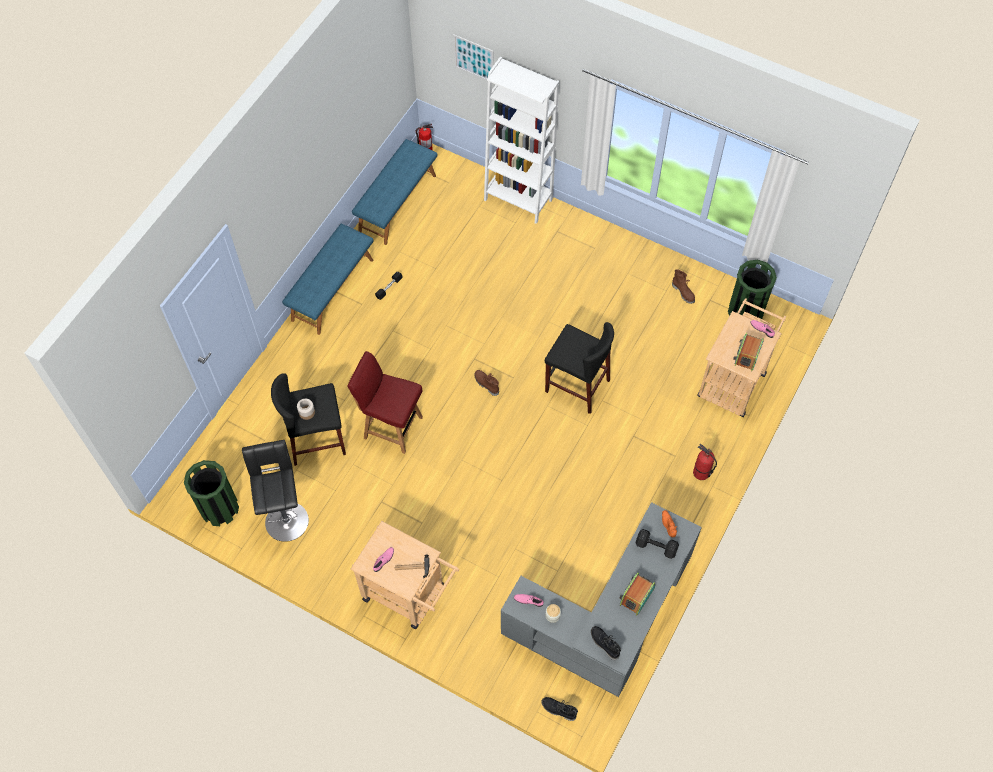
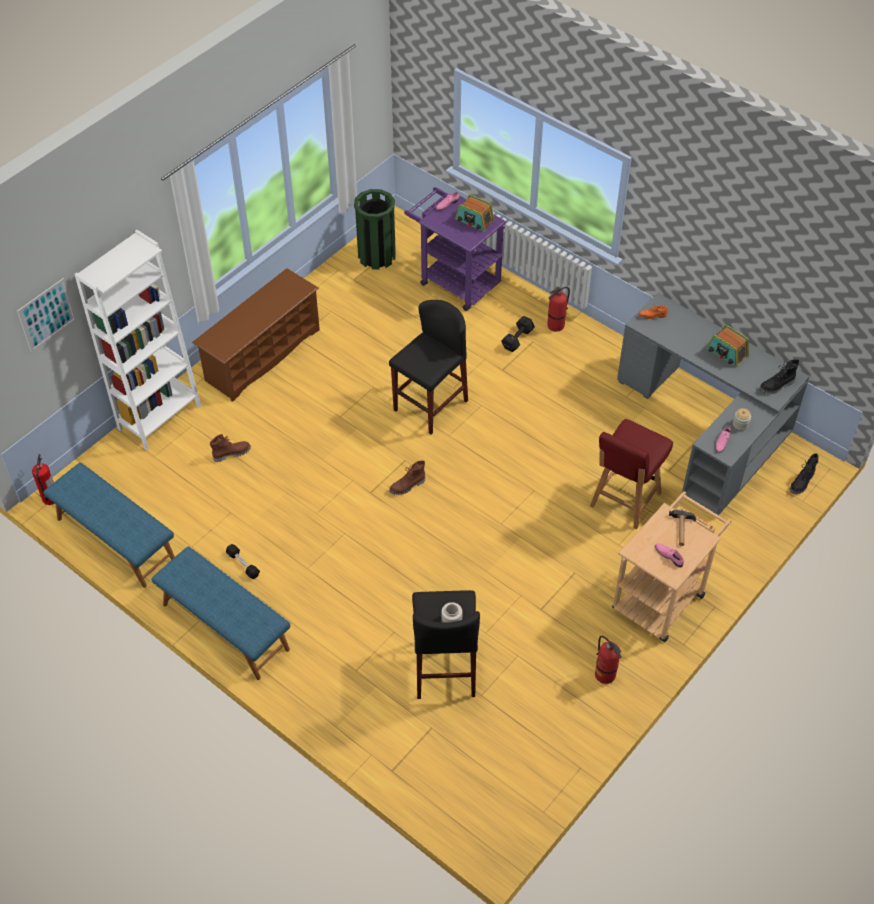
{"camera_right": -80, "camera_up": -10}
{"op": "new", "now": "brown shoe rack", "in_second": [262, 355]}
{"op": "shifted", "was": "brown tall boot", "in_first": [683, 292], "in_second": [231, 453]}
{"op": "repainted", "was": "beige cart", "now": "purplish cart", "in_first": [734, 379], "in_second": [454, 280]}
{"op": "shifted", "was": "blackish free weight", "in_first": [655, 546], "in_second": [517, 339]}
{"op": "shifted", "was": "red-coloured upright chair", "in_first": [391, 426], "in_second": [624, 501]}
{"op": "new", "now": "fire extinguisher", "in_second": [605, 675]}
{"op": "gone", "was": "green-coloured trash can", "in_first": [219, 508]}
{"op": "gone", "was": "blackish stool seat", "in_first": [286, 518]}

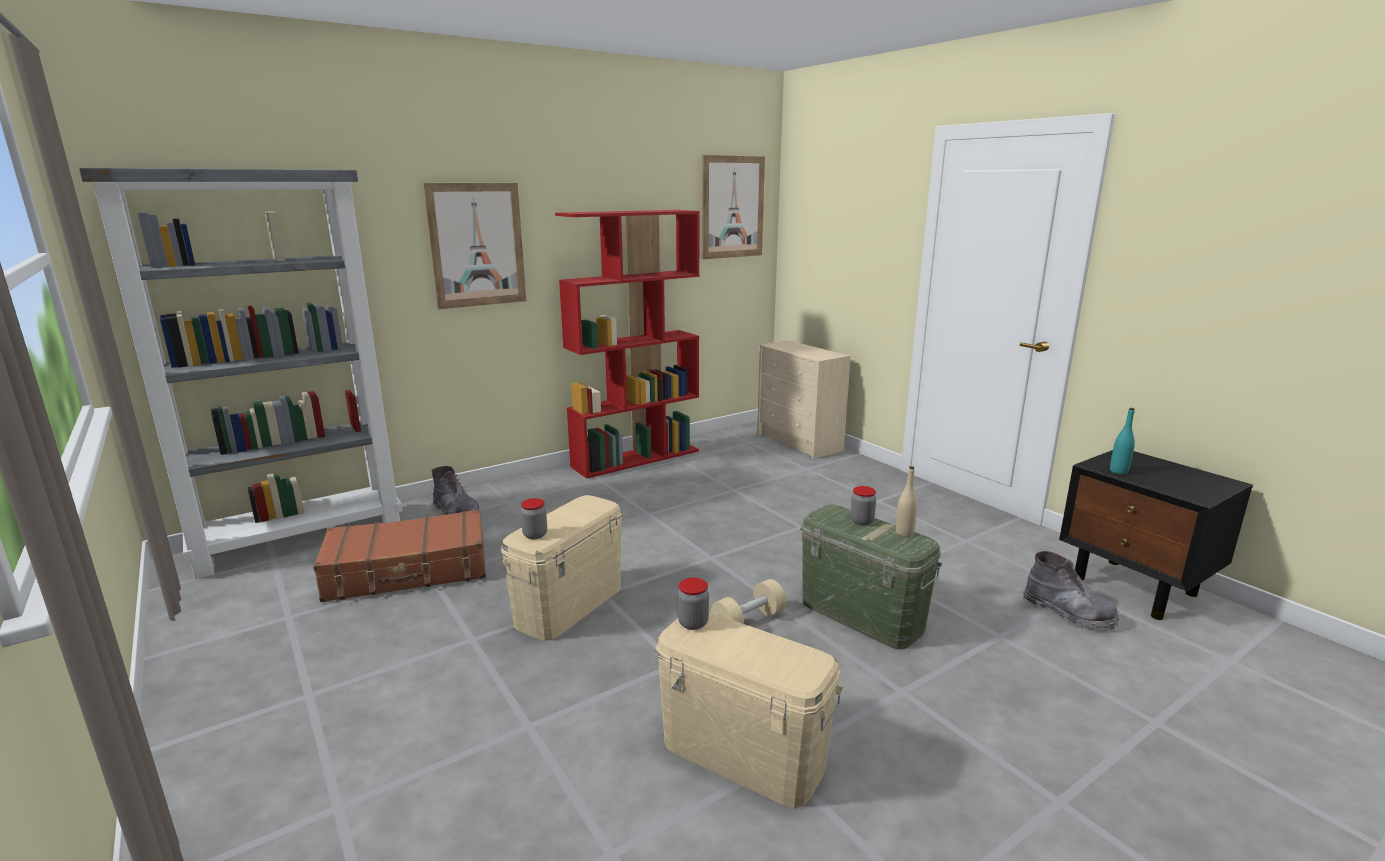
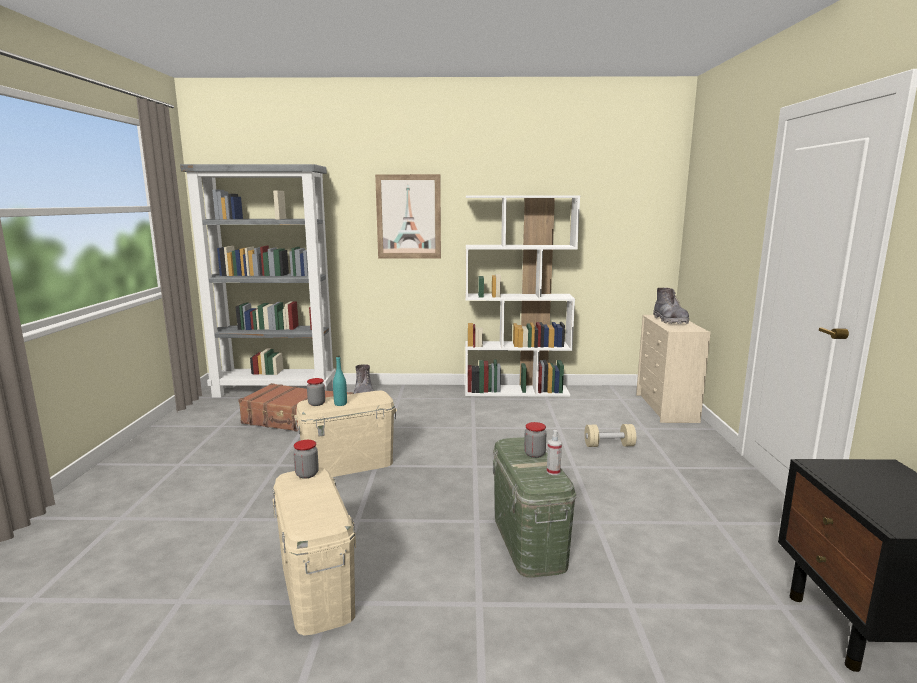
{"camera_right": 35, "camera_up": -5}
{"op": "shifted", "was": "turquoise-coloured drink bottle", "in_first": [1118, 471], "in_second": [340, 404]}
{"op": "repainted", "was": "red-coloured bookshelf", "now": "whitish bookshelf", "in_first": [636, 458], "in_second": [516, 391]}
{"op": "swapped", "was": "beige drink bottle", "now": "spray bottle", "in_first": [904, 533], "in_second": [553, 472]}
{"op": "shifted", "was": "beige free weight", "in_first": [748, 621], "in_second": [609, 445]}
{"op": "shifted", "was": "grey tall boot", "in_first": [1068, 613], "in_second": [670, 321]}
{"op": "gone", "was": "wall picture", "in_first": [732, 207]}

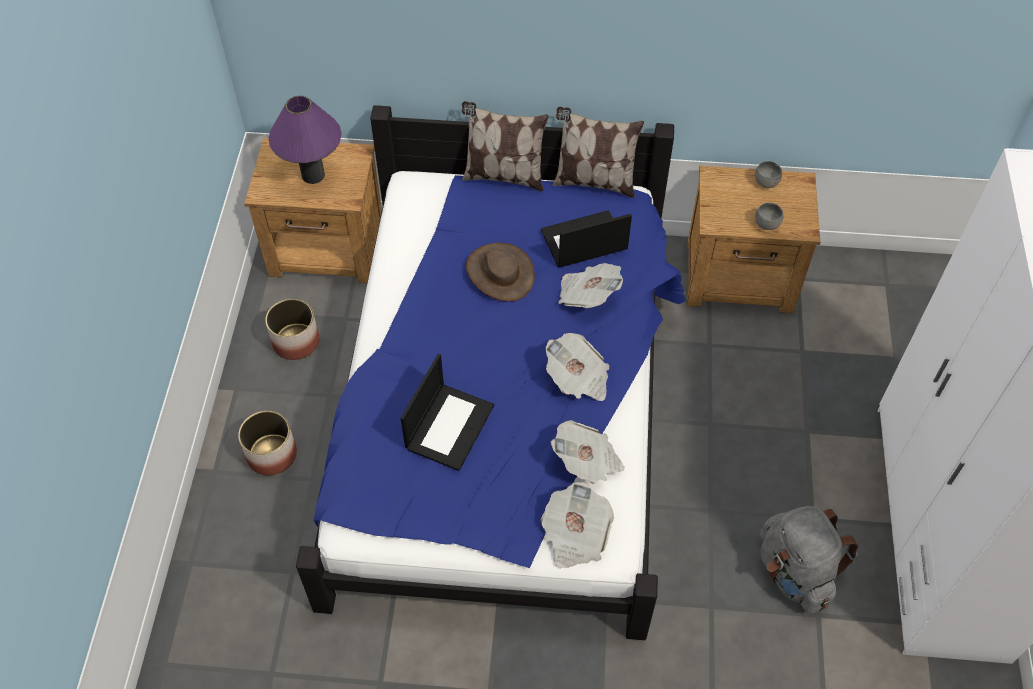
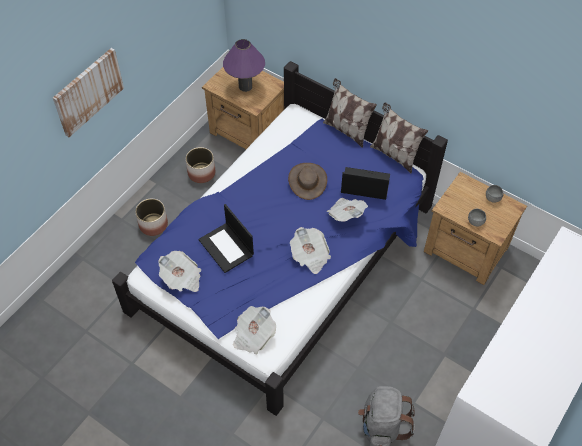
{"camera_right": 30, "camera_up": 0}
{"op": "new", "now": "wall picture", "in_second": [88, 91]}
{"op": "shifted", "was": "newspaper", "in_first": [587, 462], "in_second": [182, 278]}
{"op": "rotated", "was": "notebook computer", "in_first": [449, 426], "in_second": [227, 247], "clockwise": 90}

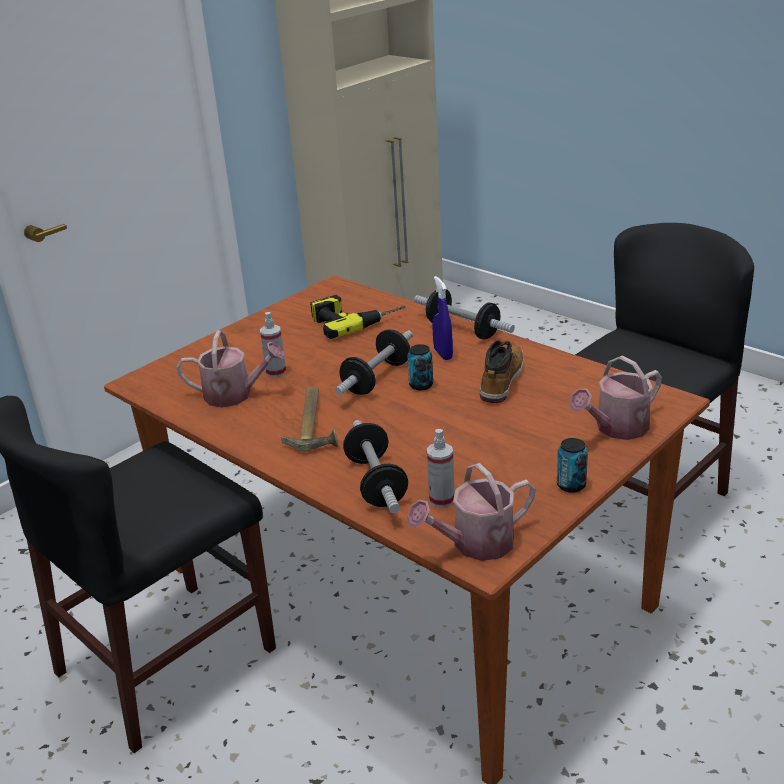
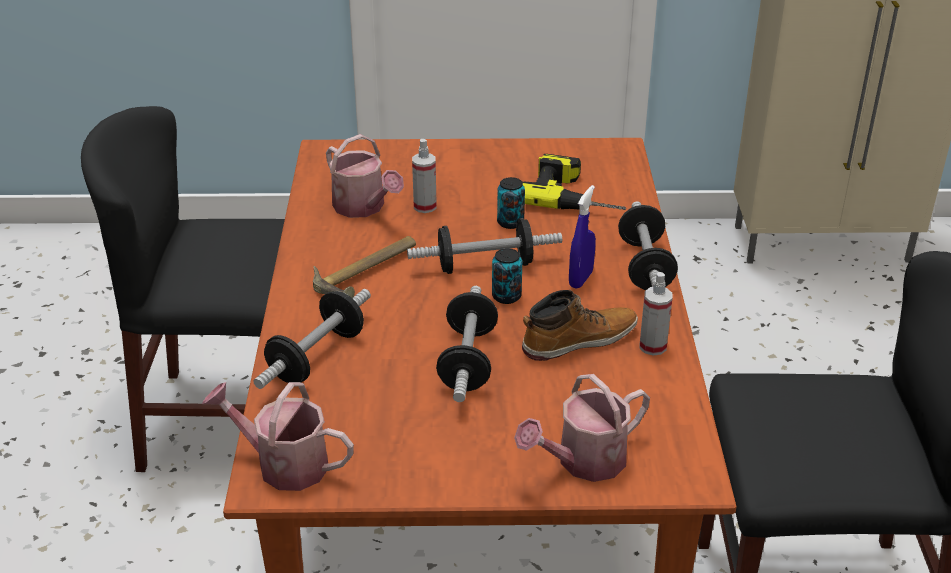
{"camera_right": 45, "camera_up": 5}
{"op": "new", "now": "free weight", "in_second": [468, 361]}
{"op": "shifted", "was": "sealed can", "in_first": [571, 485], "in_second": [510, 222]}
{"op": "rotated", "was": "sprinkling can", "in_first": [616, 428], "in_second": [583, 462], "clockwise": -45}
{"op": "shifted", "was": "spray bottle", "in_first": [441, 499], "in_second": [652, 346]}

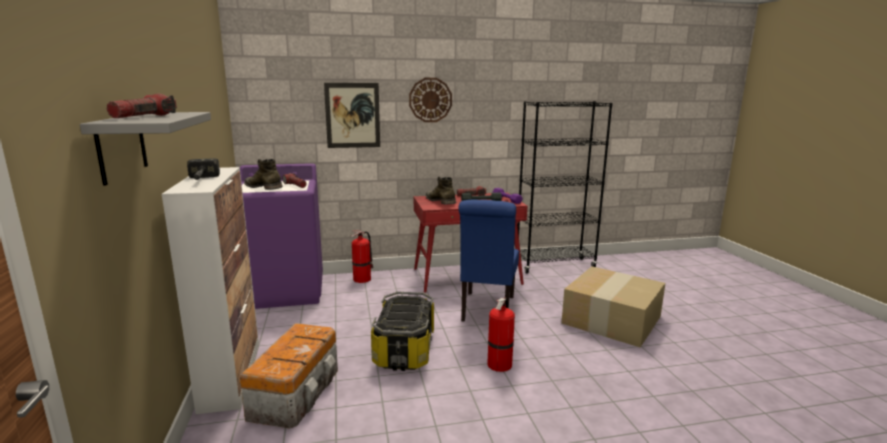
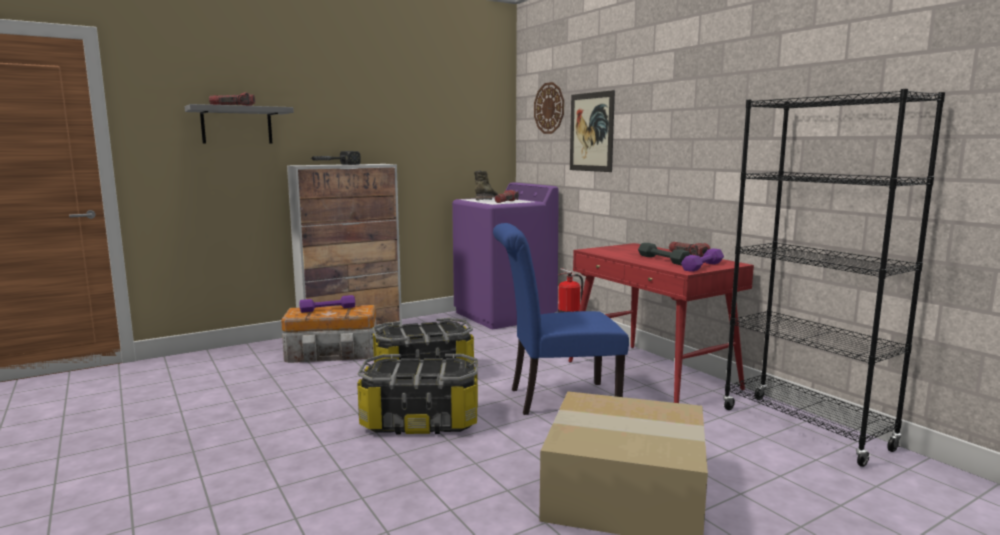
{"camera_right": 70, "camera_up": -5}
{"op": "new", "now": "purplish free weight", "in_second": [328, 309]}
{"op": "swapped", "was": "fire extinguisher", "now": "storage box", "in_first": [500, 363], "in_second": [421, 421]}
{"op": "shifted", "was": "hanging clock", "in_first": [430, 100], "in_second": [549, 108]}
{"op": "gone", "was": "green-coloured tall boot", "in_first": [440, 201]}

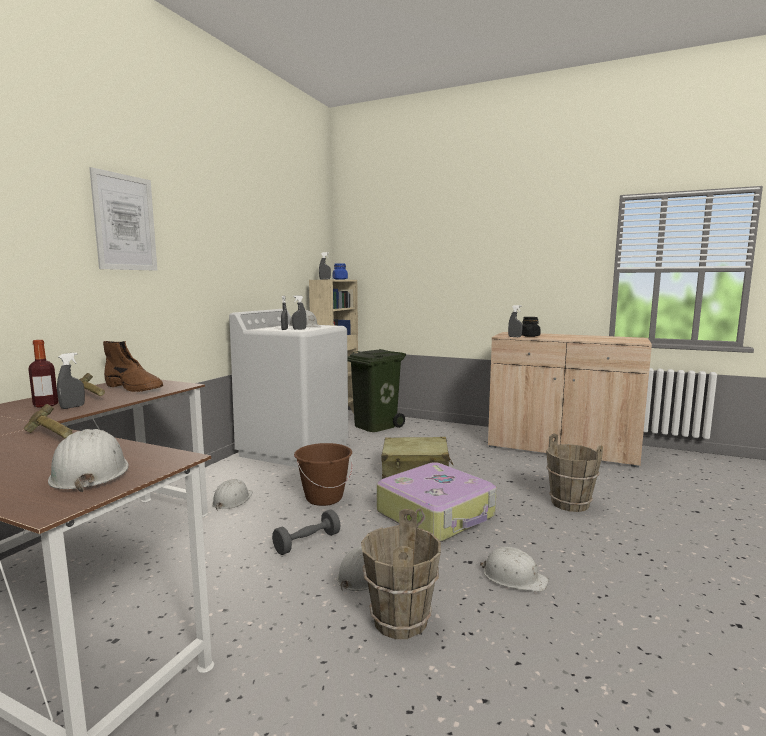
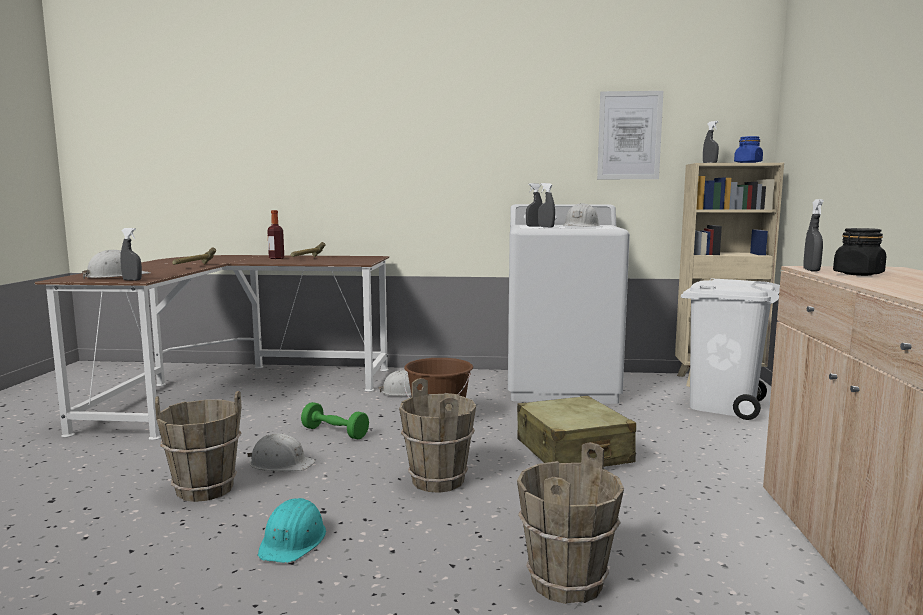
{"camera_right": 70, "camera_up": 0}
{"op": "shifted", "was": "grey spray bottle", "in_first": [72, 407], "in_second": [132, 280]}
{"op": "repainted", "was": "whitish safety helmet", "now": "turquoise-coloured safety helmet", "in_first": [513, 577], "in_second": [293, 540]}
{"op": "repainted", "was": "grey free weight", "now": "green-coloured free weight", "in_first": [307, 543], "in_second": [335, 432]}
{"op": "swapped", "was": "suitcase", "now": "brown pail", "in_first": [437, 514], "in_second": [438, 480]}
{"op": "shifted", "was": "wall picture", "in_first": [125, 222], "in_second": [629, 135]}
{"op": "repainted", "was": "green-coloured trash can", "now": "whitish trash can", "in_first": [375, 425], "in_second": [723, 405]}
{"op": "gone", "was": "brown tall boot", "in_first": [134, 388]}

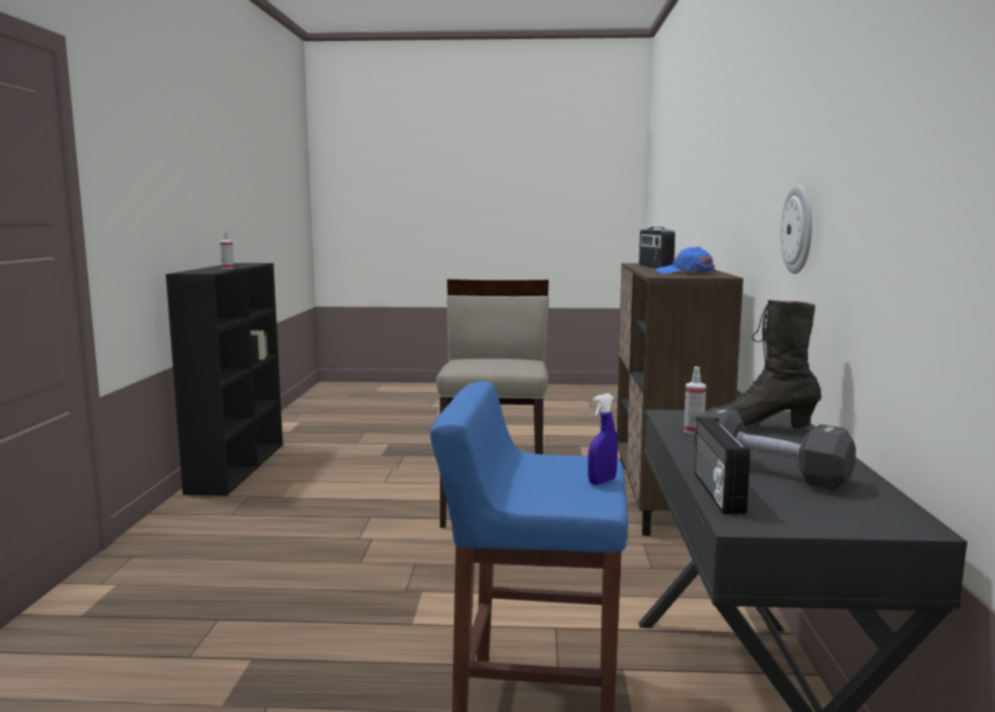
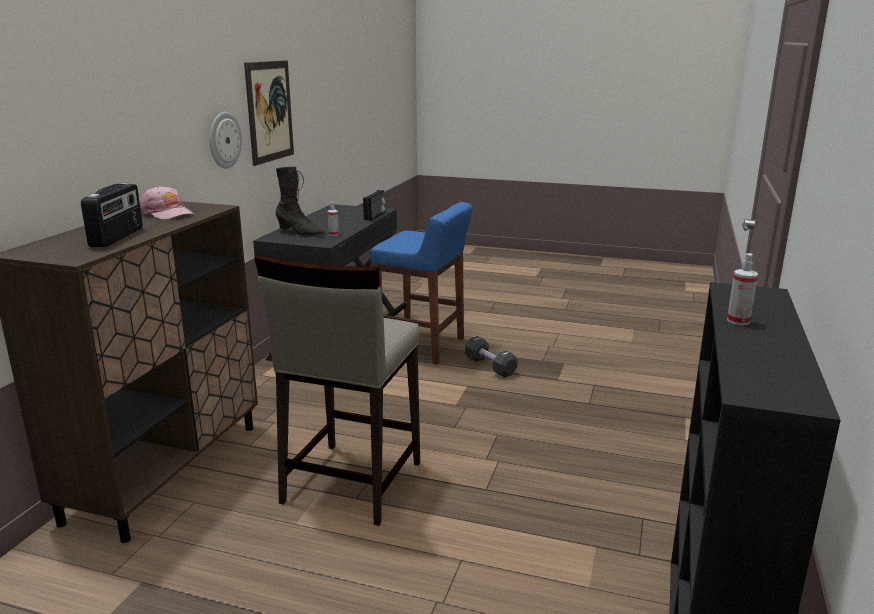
{"camera_right": -165, "camera_up": 10}
{"op": "repainted", "was": "blue-coloured baseball cap", "now": "pinkish baseball cap", "in_first": [685, 273], "in_second": [167, 213]}
{"op": "new", "now": "wall picture", "in_second": [269, 111]}
{"op": "shifted", "was": "blackish free weight", "in_first": [769, 472], "in_second": [490, 366]}
{"op": "gone", "was": "blue-coloured spray bottle", "in_first": [602, 481]}

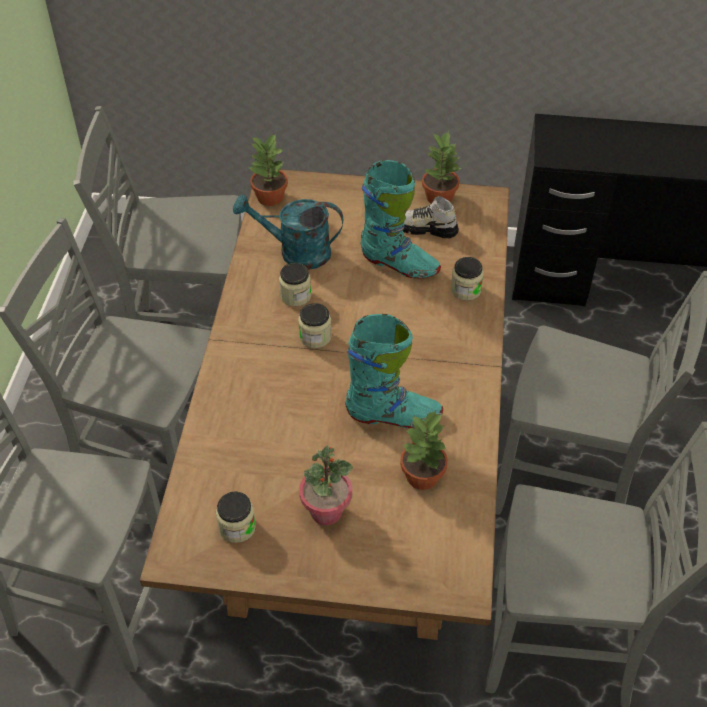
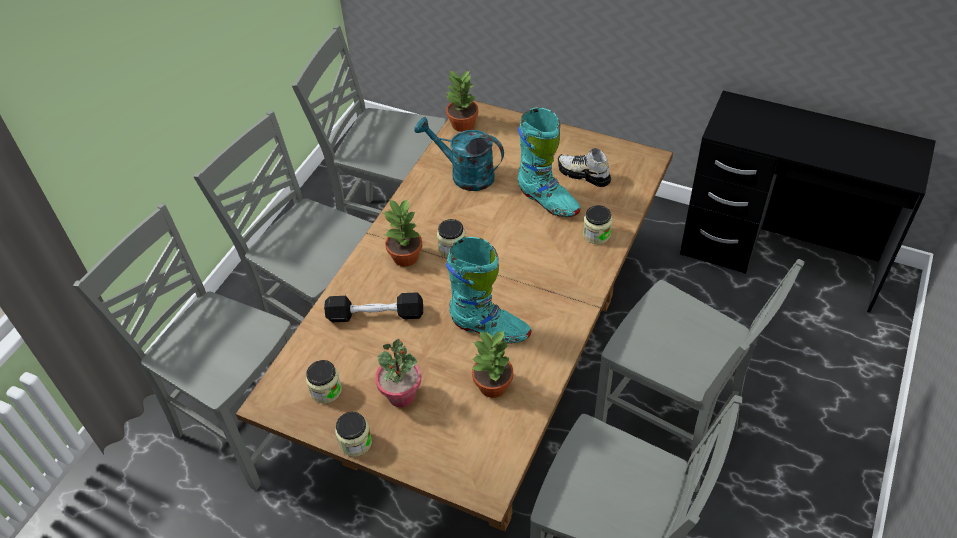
{"camera_right": 20, "camera_up": 0}
{"op": "new", "now": "blackish free weight", "in_second": [375, 315]}
{"op": "shifted", "was": "preserve jar", "in_first": [295, 296], "in_second": [355, 442]}
{"op": "shifted", "was": "houseplant", "in_first": [439, 197], "in_second": [406, 256]}

